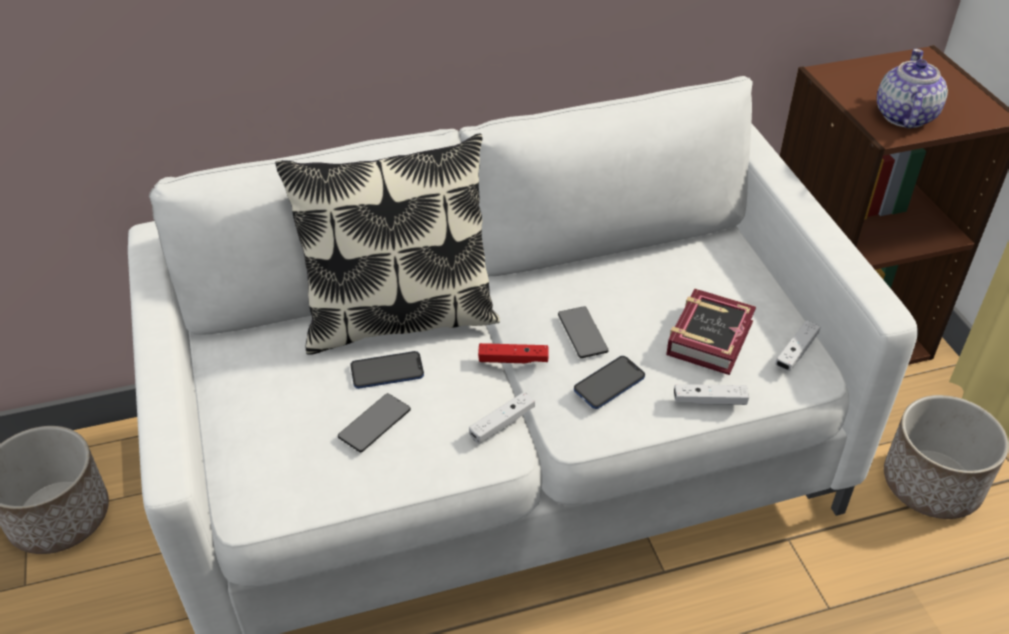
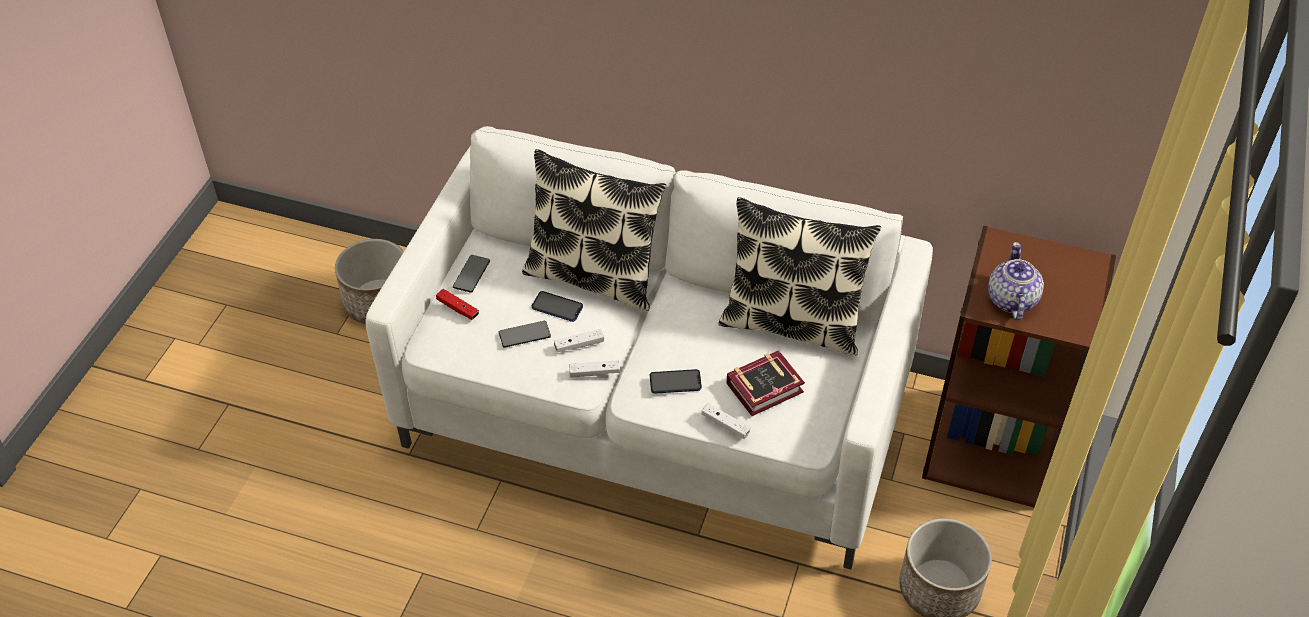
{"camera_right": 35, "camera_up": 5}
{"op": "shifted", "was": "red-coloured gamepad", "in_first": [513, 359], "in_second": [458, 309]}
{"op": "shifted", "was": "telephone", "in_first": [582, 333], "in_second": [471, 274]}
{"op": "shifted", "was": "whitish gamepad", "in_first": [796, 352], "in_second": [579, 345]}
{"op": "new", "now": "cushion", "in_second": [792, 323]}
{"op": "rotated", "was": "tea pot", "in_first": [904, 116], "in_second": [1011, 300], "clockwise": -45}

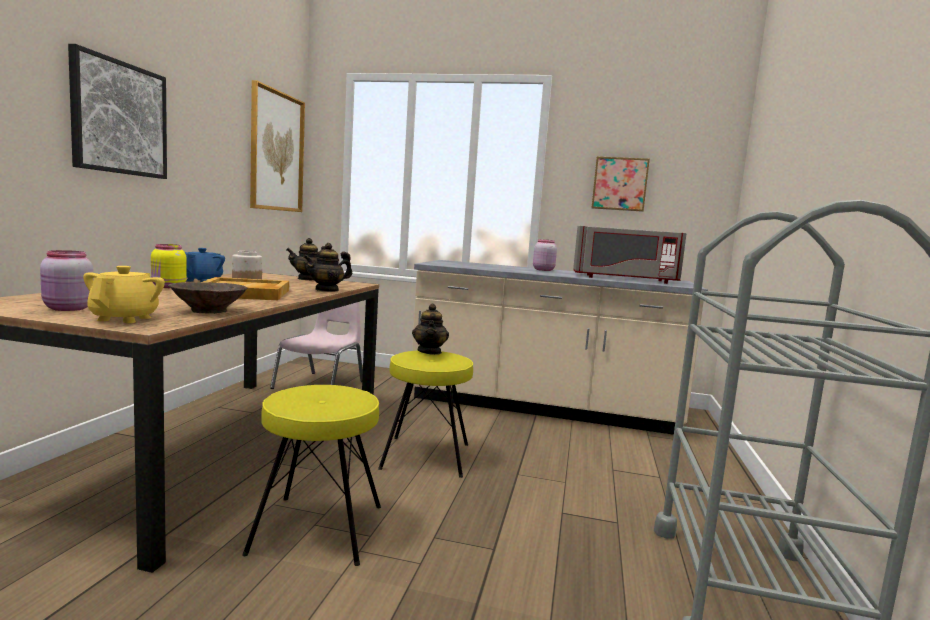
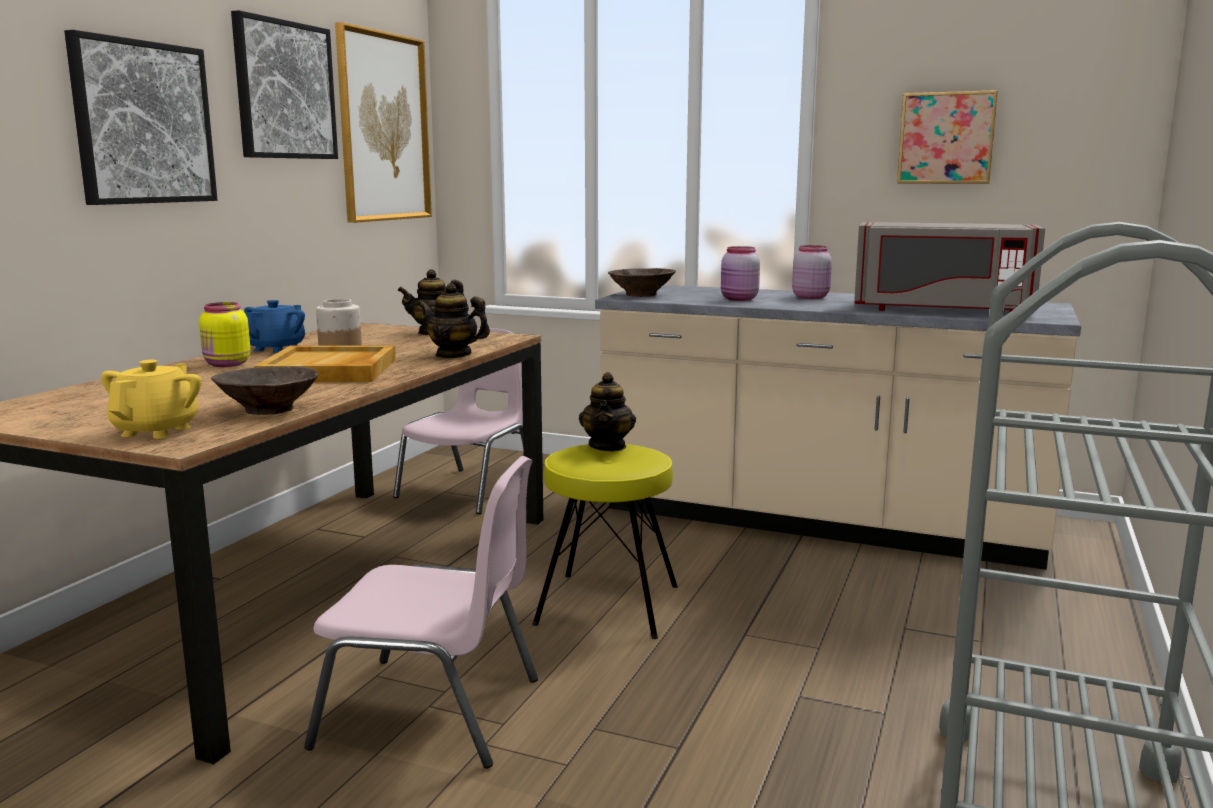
{"camera_right": 10, "camera_up": 5}
{"op": "new", "now": "wall picture", "in_second": [284, 90]}
{"op": "swapped", "was": "yellow stool seat", "now": "pinkish upright chair", "in_first": [318, 529], "in_second": [433, 712]}
{"op": "rotated", "was": "tea pot", "in_first": [327, 290], "in_second": [453, 355], "clockwise": 45}
{"op": "new", "now": "brown bowl", "in_second": [641, 295]}
{"op": "shifted", "was": "pinkish preserve jar", "in_first": [67, 309], "in_second": [739, 299]}

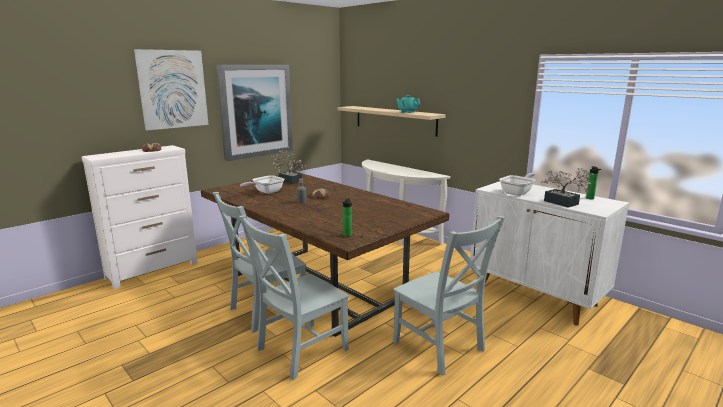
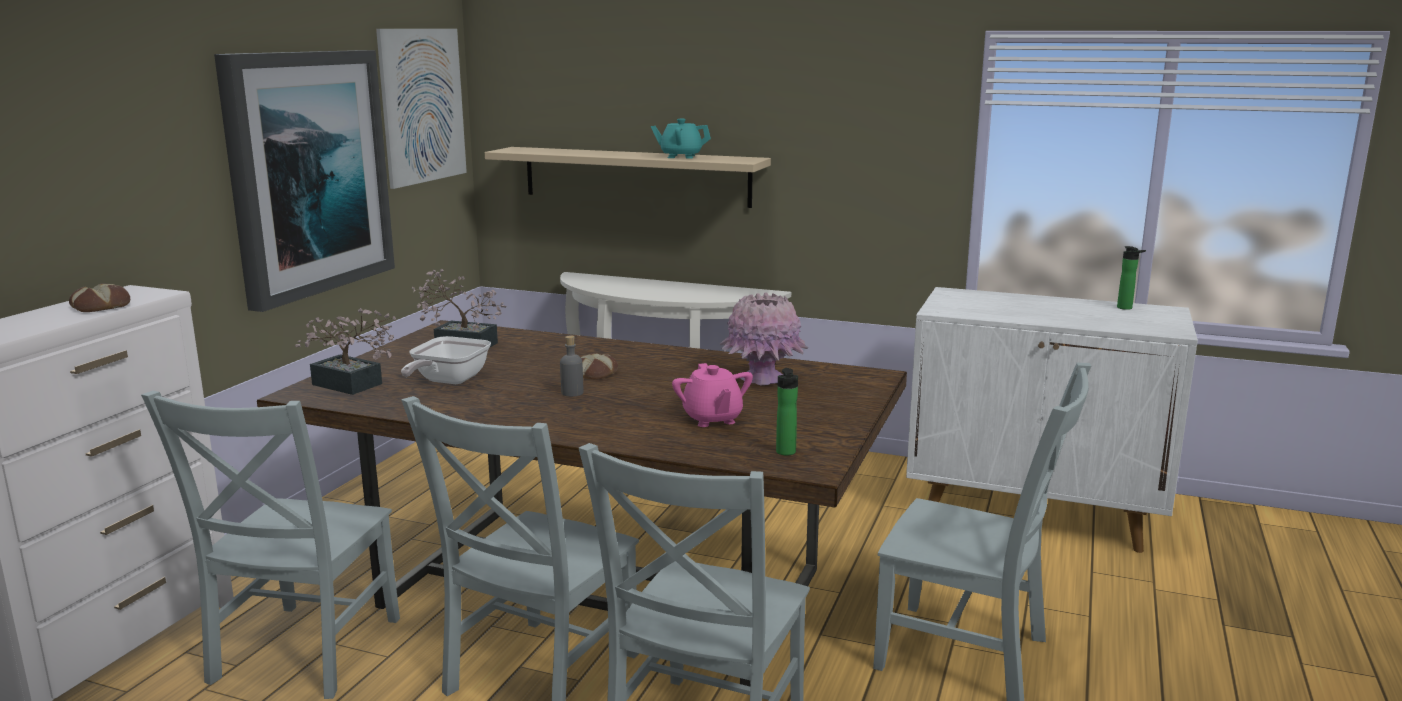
{"camera_right": -25, "camera_up": 0}
{"op": "new", "now": "grey upright chair", "in_second": [302, 654]}
{"op": "shifted", "was": "houseplant", "in_first": [564, 203], "in_second": [352, 386]}
{"op": "shifted", "was": "wall picture", "in_first": [173, 89], "in_second": [422, 106]}
{"op": "new", "now": "pinkish tea pot", "in_second": [712, 419]}
{"op": "new", "now": "pinkish vase", "in_second": [763, 379]}
{"op": "gone", "was": "skillet", "in_first": [518, 193]}

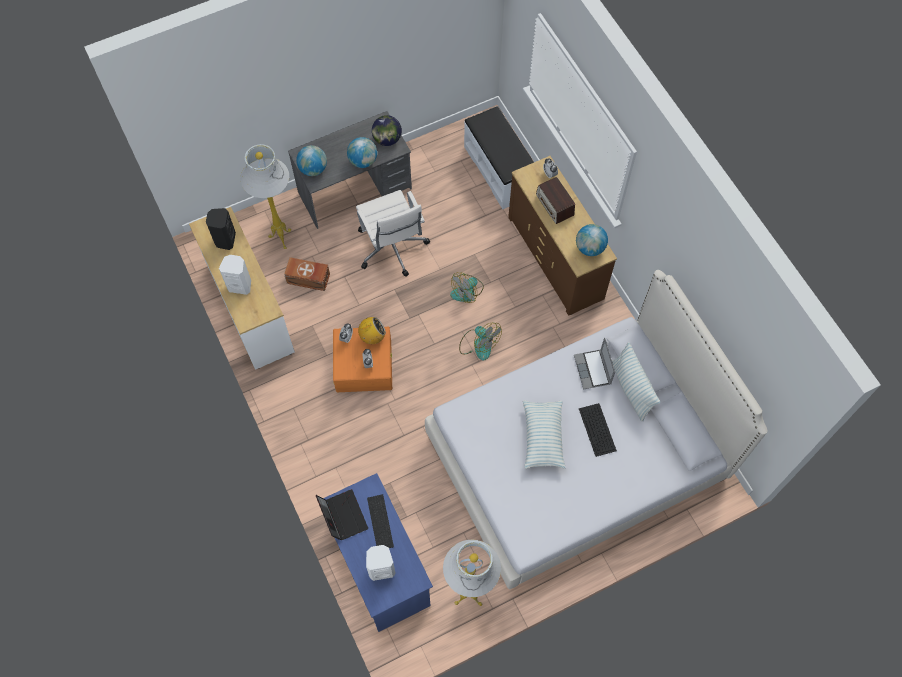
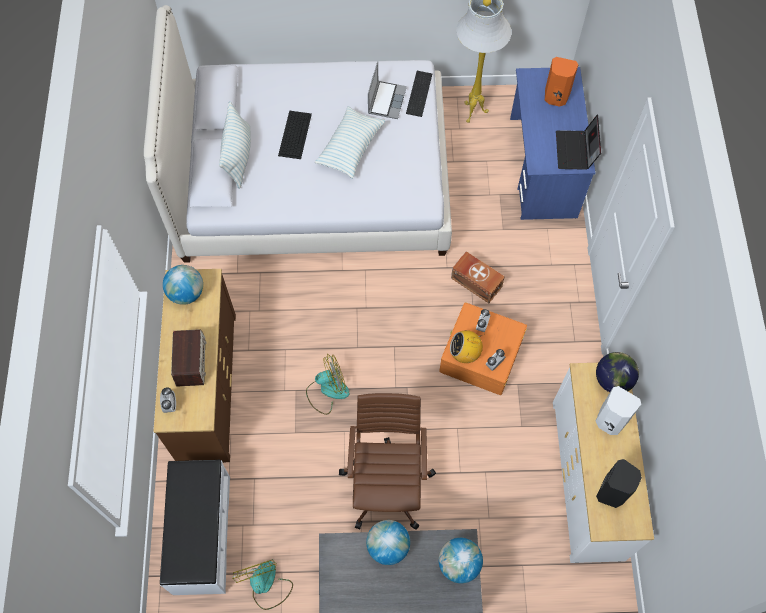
{"camera_right": -155, "camera_up": 0}
{"op": "shifted", "was": "electric fan", "in_first": [478, 344], "in_second": [265, 585]}
{"op": "repainted", "was": "whitish office chair", "now": "brown office chair", "in_first": [392, 248], "in_second": [387, 483]}
{"op": "shifted", "was": "notebook computer", "in_first": [593, 370], "in_second": [386, 100]}
{"op": "shifted", "was": "keyboard", "in_first": [381, 522], "in_second": [418, 93]}
{"op": "shifted", "was": "brown storage box", "in_first": [308, 279], "in_second": [476, 281]}
{"op": "repainted", "was": "whitish loudspeaker", "now": "orange loudspeaker", "in_first": [381, 568], "in_second": [556, 97]}
{"op": "shifted", "was": "desk globe", "in_first": [387, 139], "in_second": [612, 380]}
{"op": "gone", "was": "whitish standard lamp", "in_first": [281, 238]}

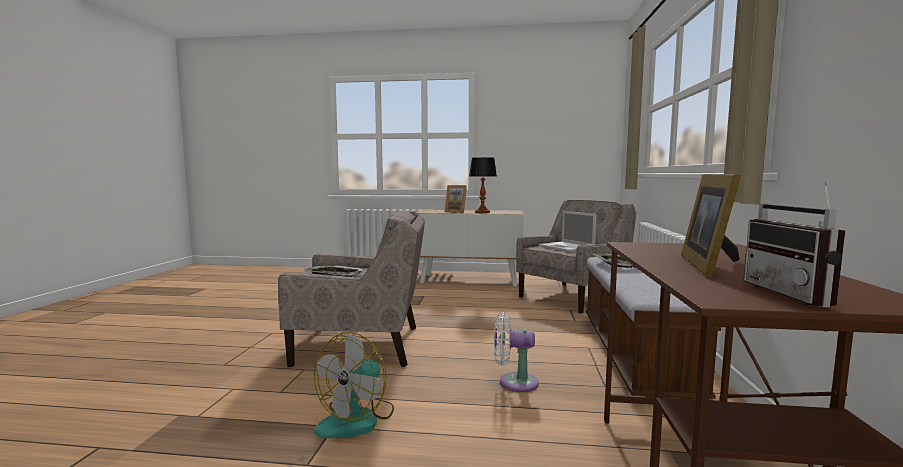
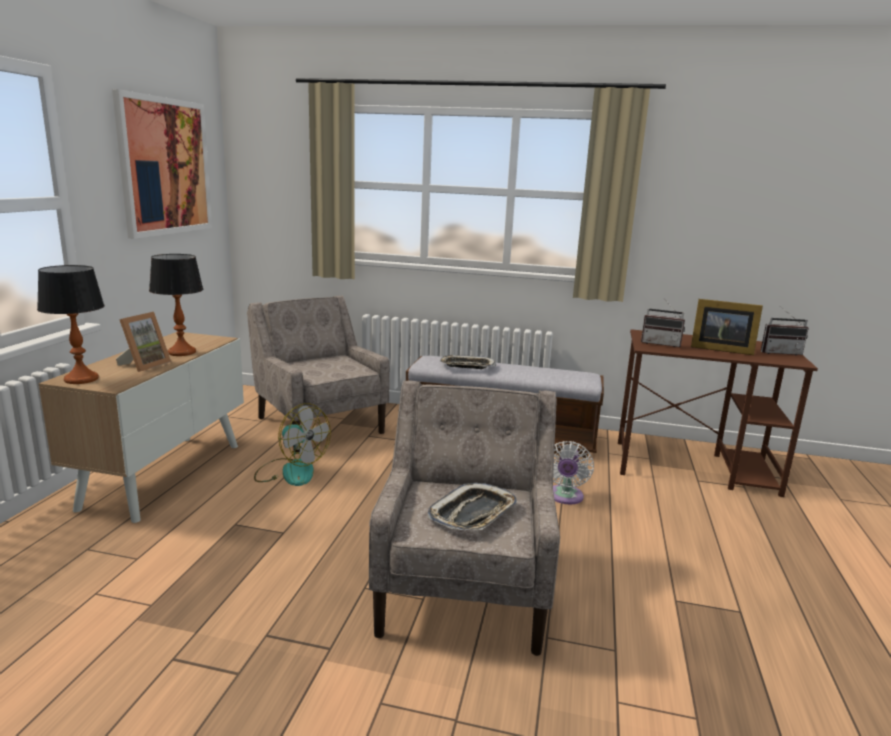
{"camera_right": -85, "camera_up": 10}
{"op": "new", "now": "table lamp", "in_second": [81, 379]}
{"op": "new", "now": "wall picture", "in_second": [165, 167]}
{"op": "shifted", "was": "electric fan", "in_first": [357, 419], "in_second": [291, 471]}
{"op": "new", "now": "radio receiver", "in_second": [661, 344]}
{"op": "gone", "was": "notebook computer", "in_first": [567, 247]}

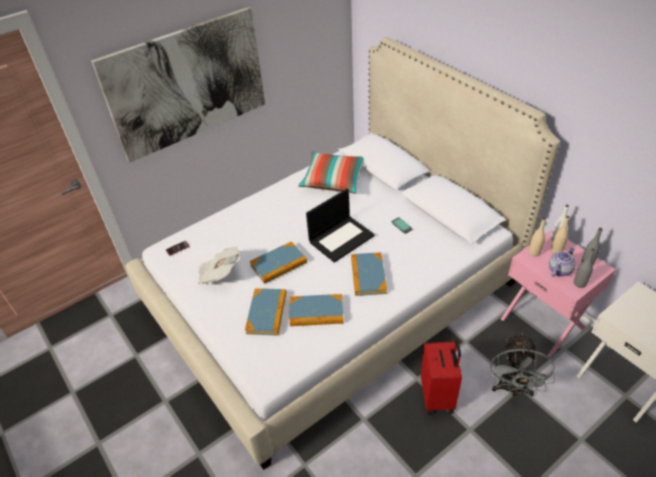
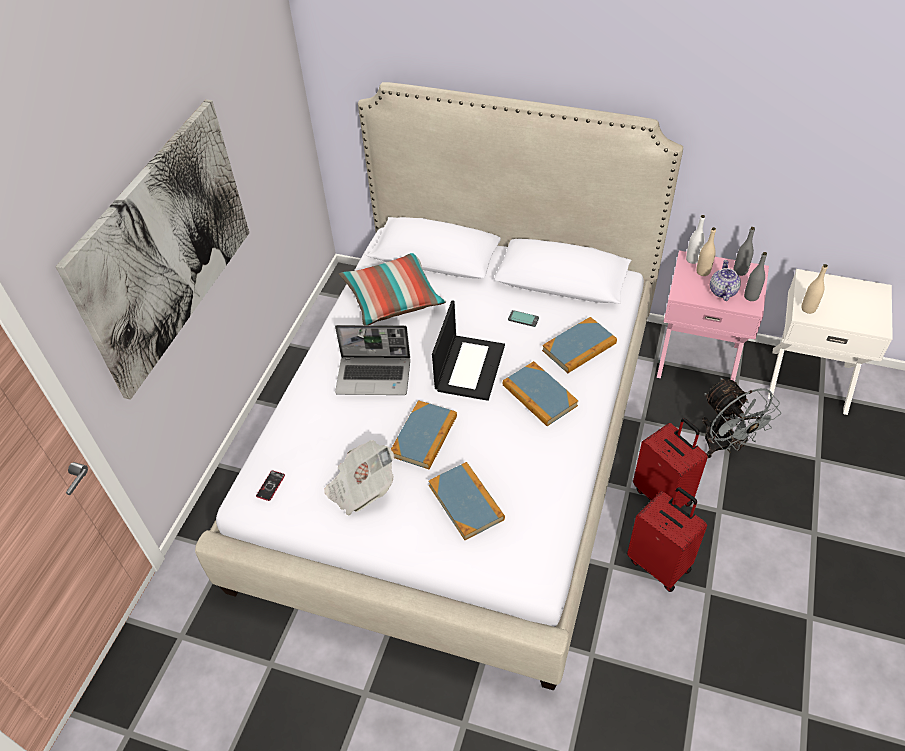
{"camera_right": -35, "camera_up": 5}
{"op": "new", "now": "notebook computer", "in_second": [374, 376]}
{"op": "shifted", "was": "book", "in_first": [316, 312], "in_second": [579, 347]}
{"op": "new", "now": "red-coloured suitcase", "in_second": [660, 564]}
{"op": "shifted", "was": "beige drink bottle", "in_first": [534, 252], "in_second": [808, 309]}

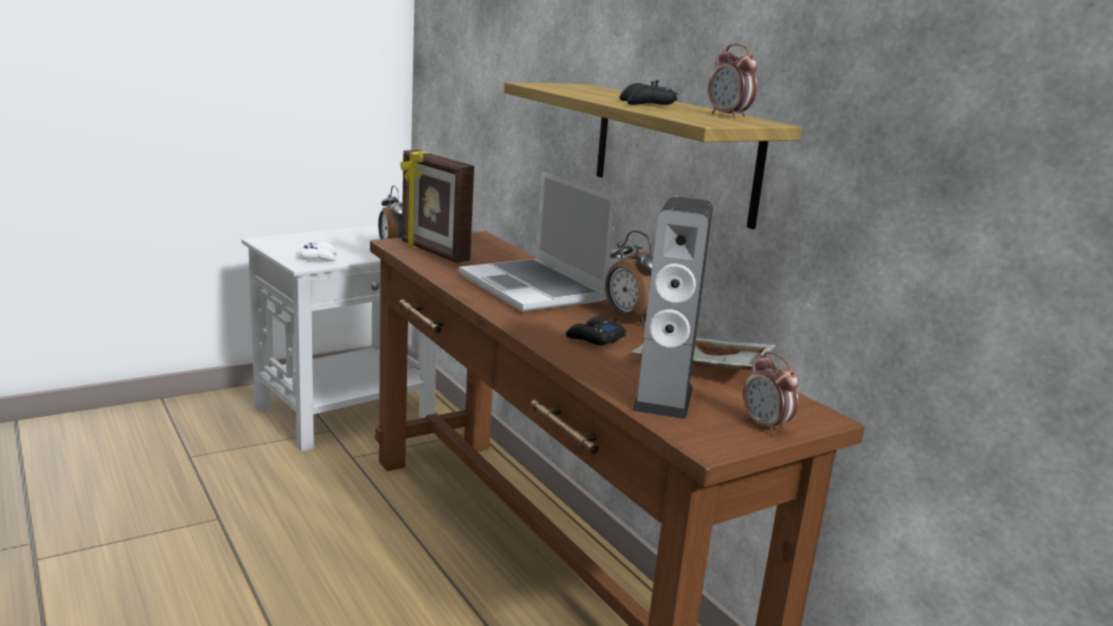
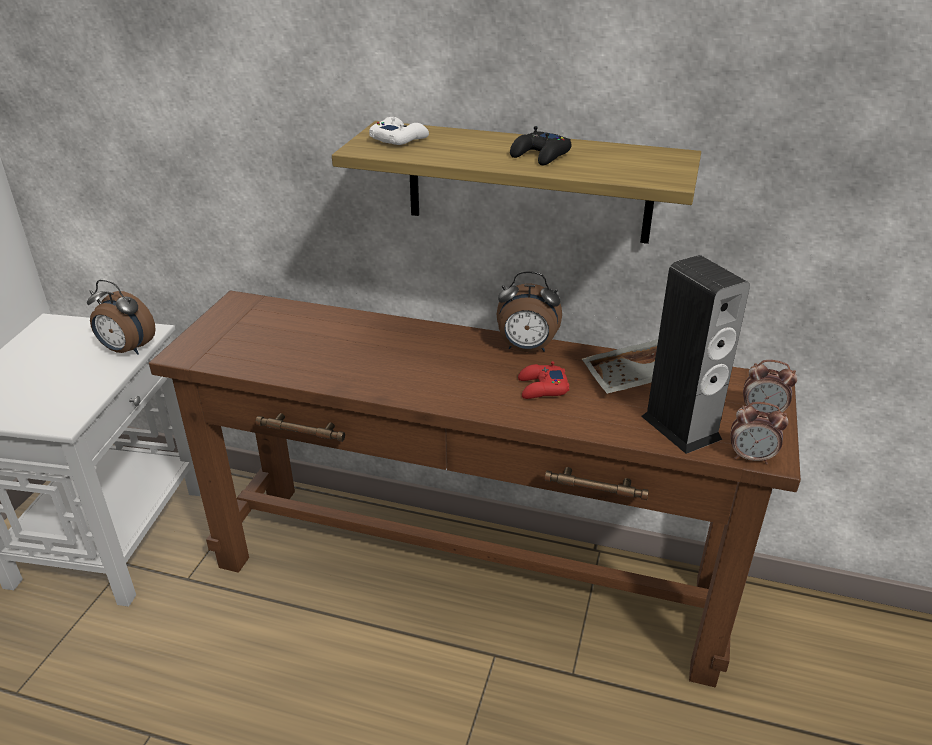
{"camera_right": -40, "camera_up": 15}
{"op": "shifted", "was": "whitish gamepad", "in_first": [319, 257], "in_second": [399, 139]}
{"op": "repainted", "was": "blackish gamepad", "now": "red-coloured gamepad", "in_first": [594, 339], "in_second": [542, 388]}
{"op": "shifted", "was": "alarm clock", "in_first": [728, 116], "in_second": [751, 457]}
{"op": "gone", "was": "picture frame", "in_first": [433, 252]}
{"op": "gone", "was": "notebook computer", "in_first": [534, 289]}

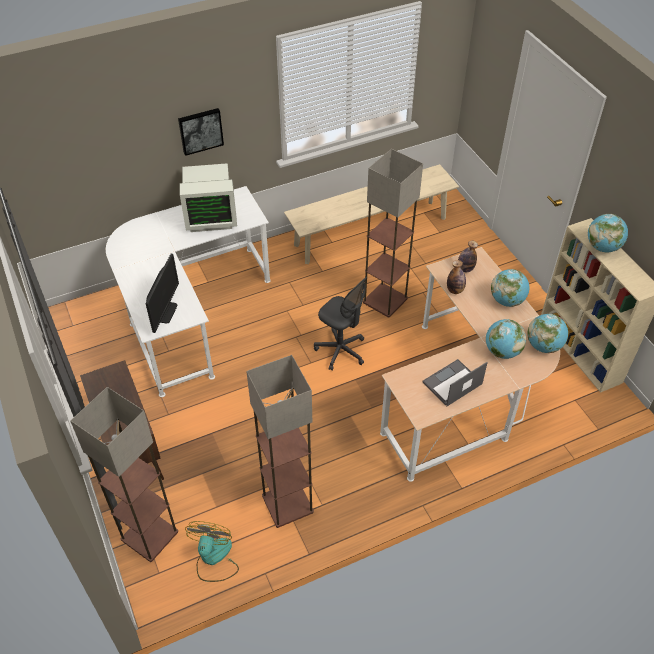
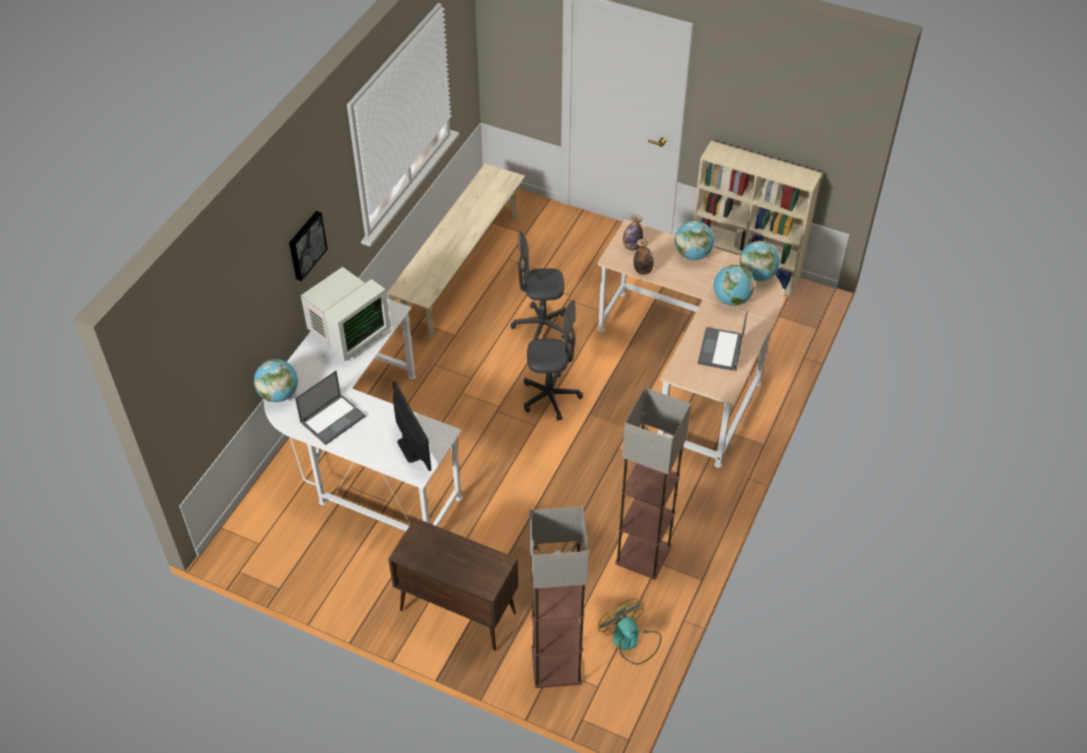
{"camera_right": -40, "camera_up": 0}
{"op": "shifted", "was": "desk globe", "in_first": [602, 247], "in_second": [279, 394]}
{"op": "new", "now": "notebook computer", "in_second": [333, 418]}
{"op": "swapped", "was": "standard lamp", "now": "grey office chair", "in_first": [385, 300], "in_second": [541, 327]}

